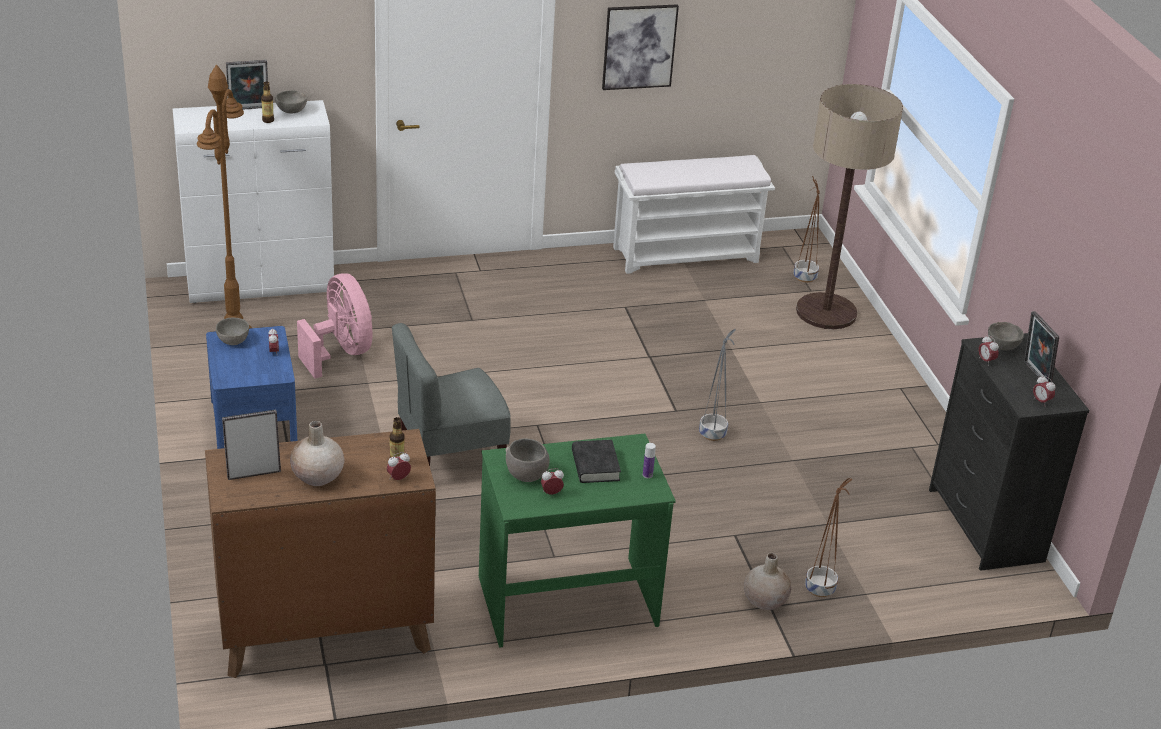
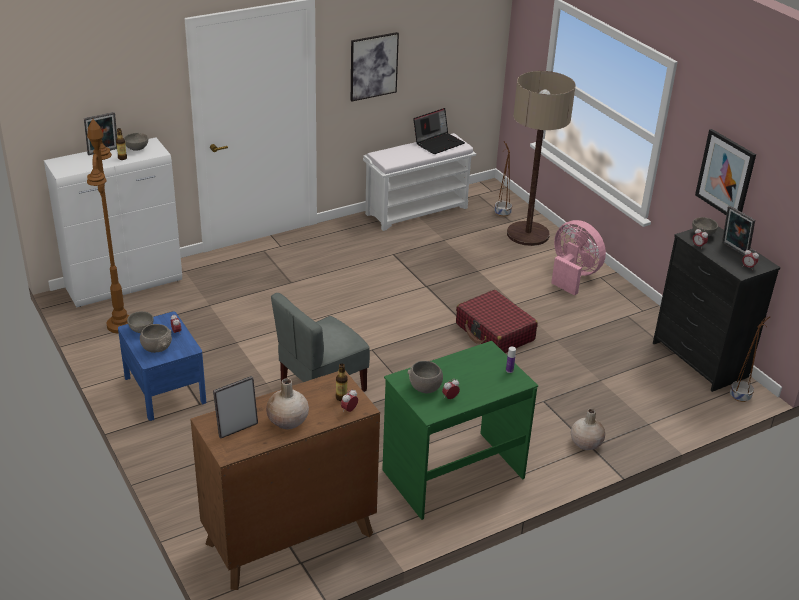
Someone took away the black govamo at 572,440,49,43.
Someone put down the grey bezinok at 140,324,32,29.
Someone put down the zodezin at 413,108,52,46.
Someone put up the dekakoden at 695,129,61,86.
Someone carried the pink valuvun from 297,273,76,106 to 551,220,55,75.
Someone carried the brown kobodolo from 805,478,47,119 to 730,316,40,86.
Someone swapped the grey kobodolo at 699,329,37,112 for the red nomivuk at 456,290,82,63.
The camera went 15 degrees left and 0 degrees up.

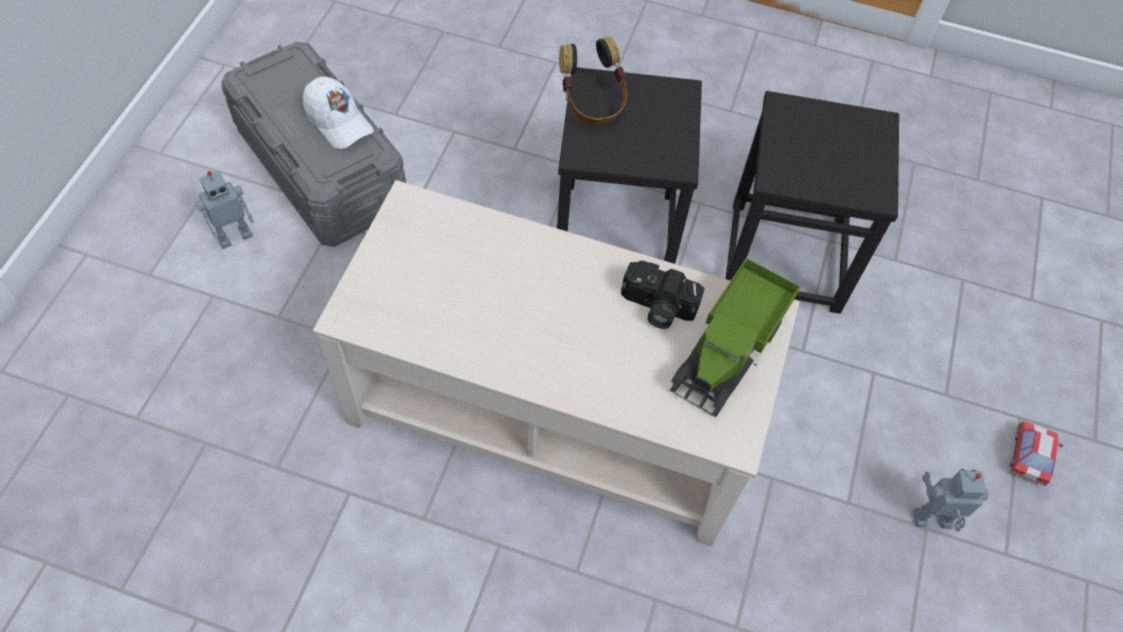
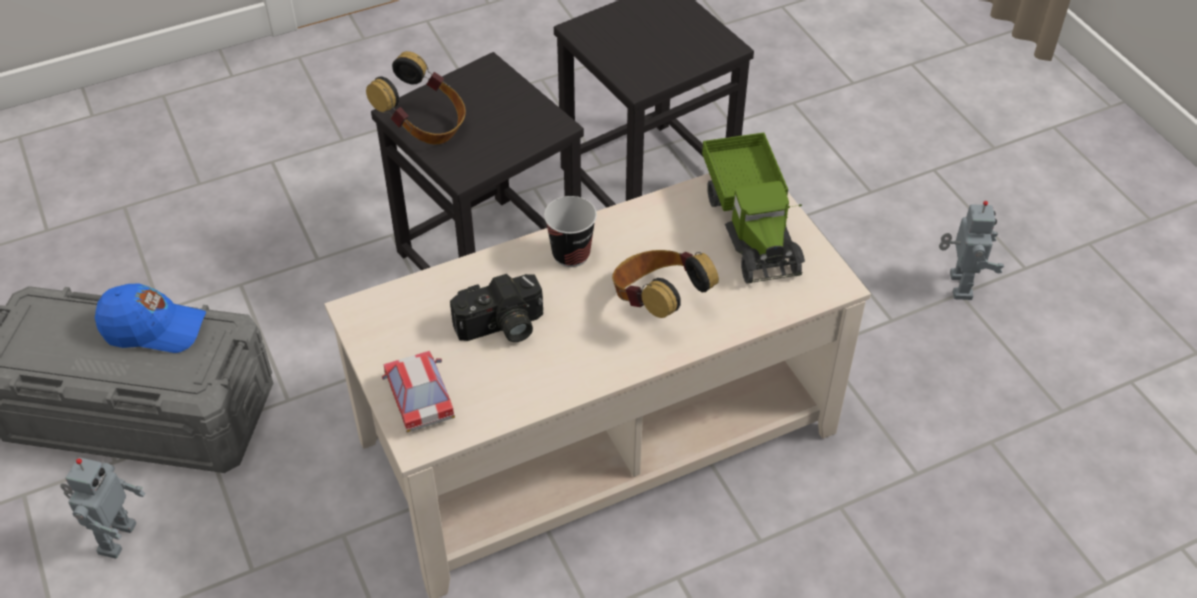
Someone put down the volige at 544,196,53,71.
Someone put down the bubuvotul at 612,250,107,68.
Someone carried the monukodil from 621,260,84,69 to 450,274,93,68.
Someone carried the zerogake from 1010,421,54,65 to 382,351,73,82.
Someone repainted the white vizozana at 303,77,71,72, which became the blue vizozana at 95,283,111,70.
Someone rotated the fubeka at 913,469,76,63 by 135 degrees clockwise.
The camera went 40 degrees left and 10 degrees down.

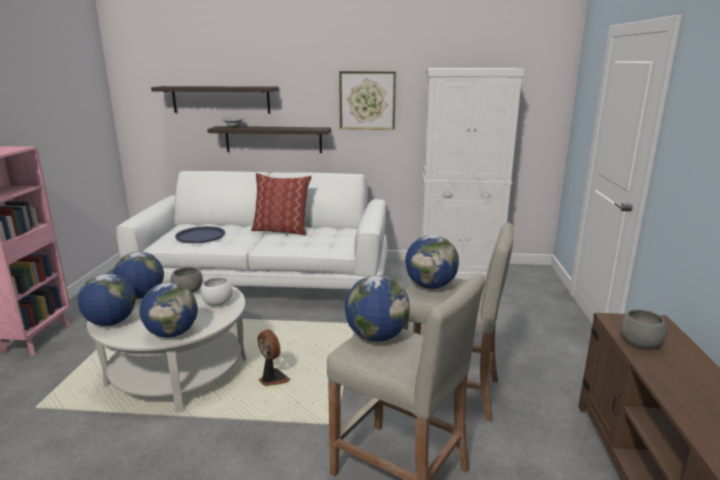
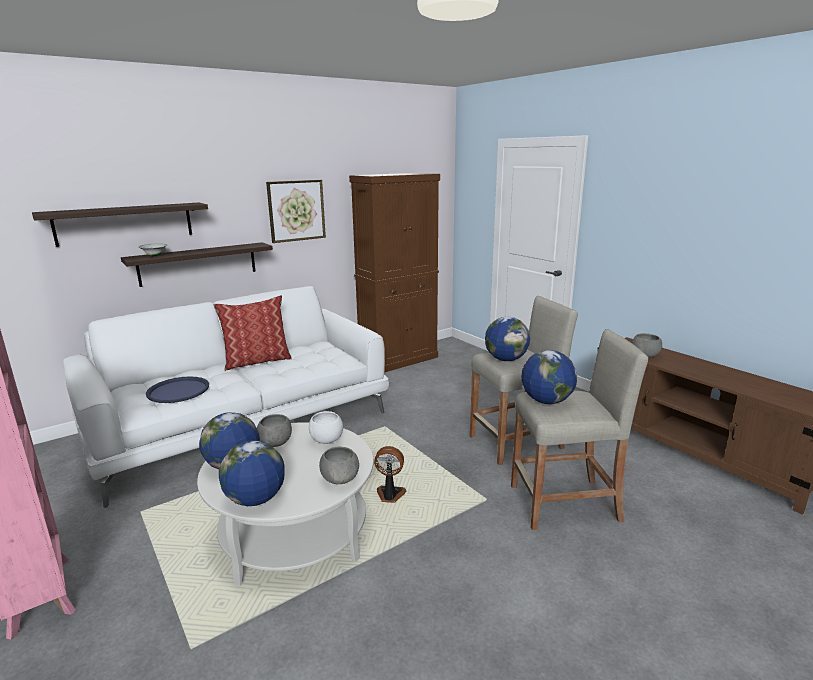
Someone swapped the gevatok at 139,282,59,56 for the grey bezinok at 319,447,40,37.
Someone repainted the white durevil at 421,68,103,212, which became the brown durevil at 349,173,91,200.
The camera went 40 degrees left and 0 degrees up.

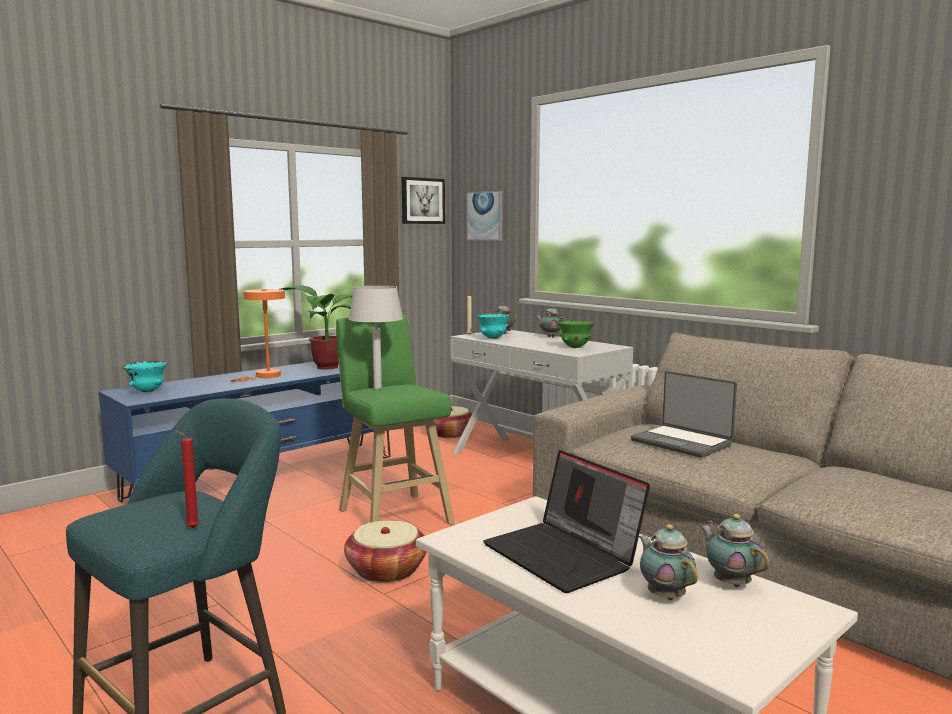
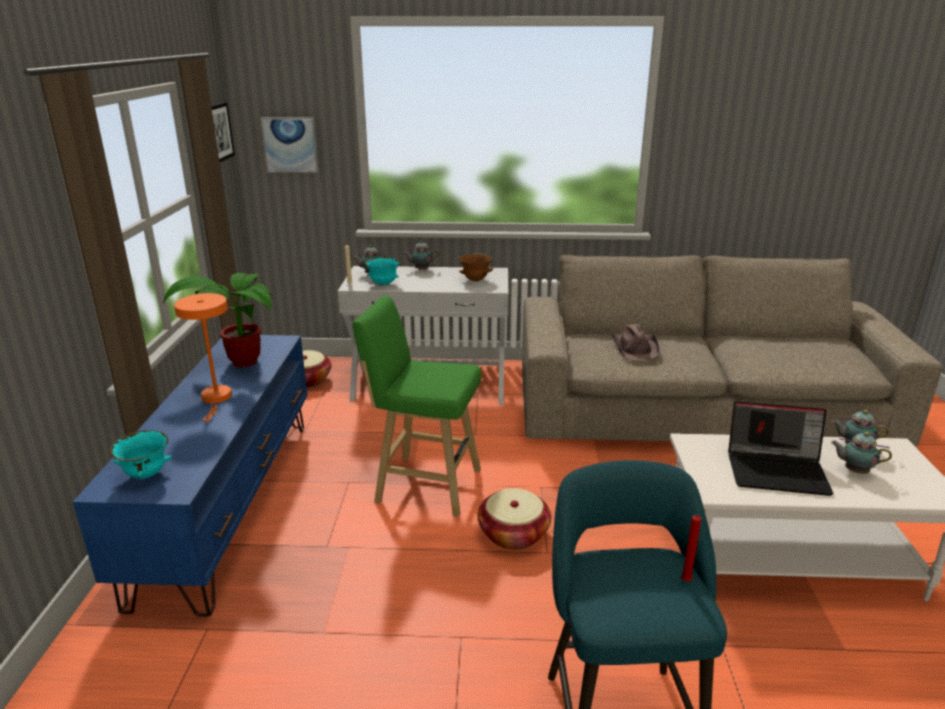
Someone took away the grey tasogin at 349,286,54,103.
Someone swapped the zodezin at 631,371,106,87 for the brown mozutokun at 612,324,48,36.
Someone repainted the green bezinok at 557,321,38,27, which became the brown bezinok at 459,253,34,28.
The camera went 45 degrees left and 15 degrees up.

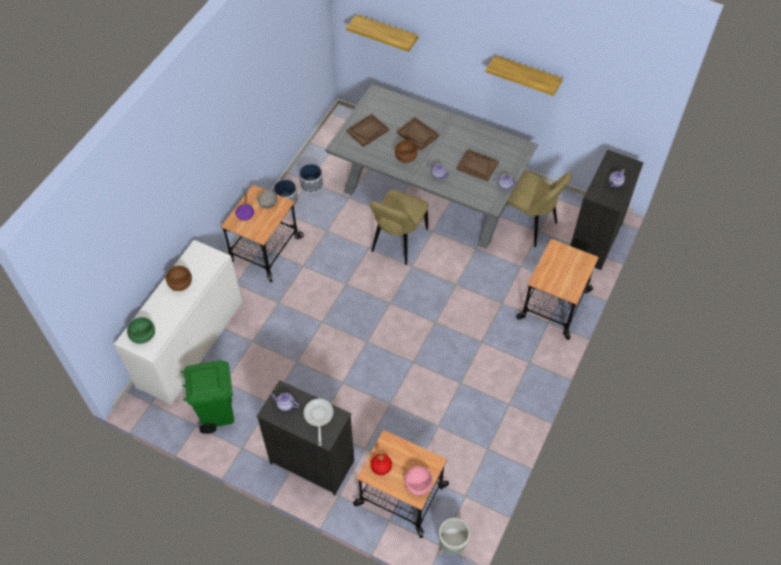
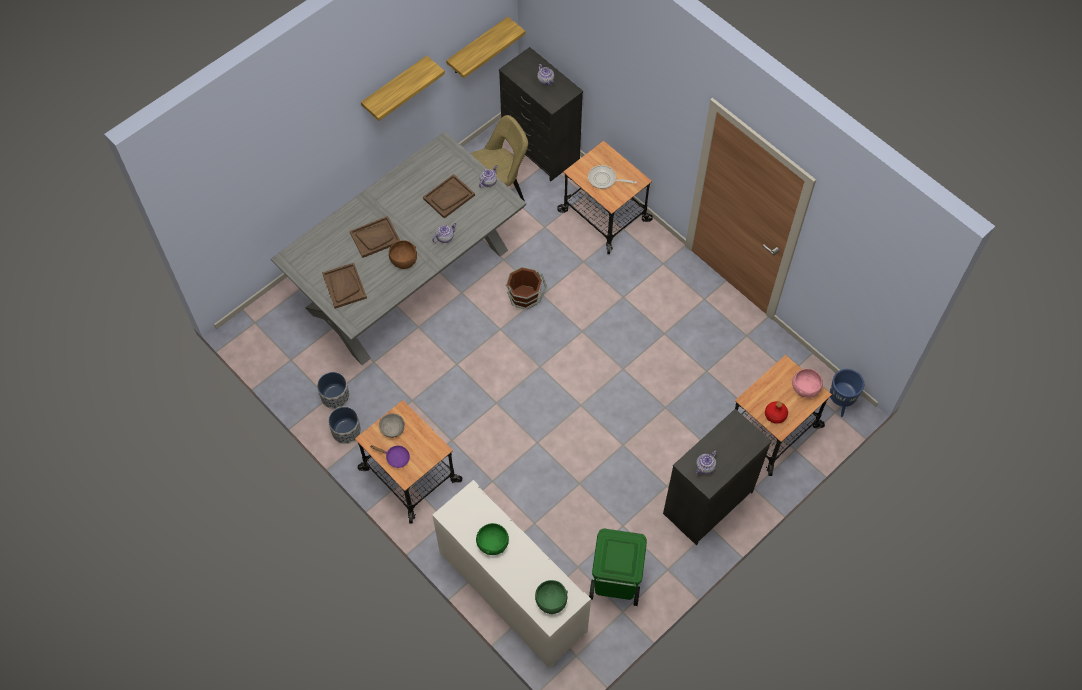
Someone took away the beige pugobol at 370,189,59,76.
Someone put down the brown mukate at 506,267,41,43.
Someone carried the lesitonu from 304,399,29,47 to 588,165,49,24.
Someone carried the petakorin from 346,14,72,38 to 446,17,80,61.
Someone repainted the brown bezinok at 165,266,27,25, which became the green bezinok at 476,523,33,32.
Someone repainted the grey kobodolo at 439,518,31,39, which became the blue kobodolo at 830,369,34,48.
The camera went 70 degrees left and 5 degrees up.

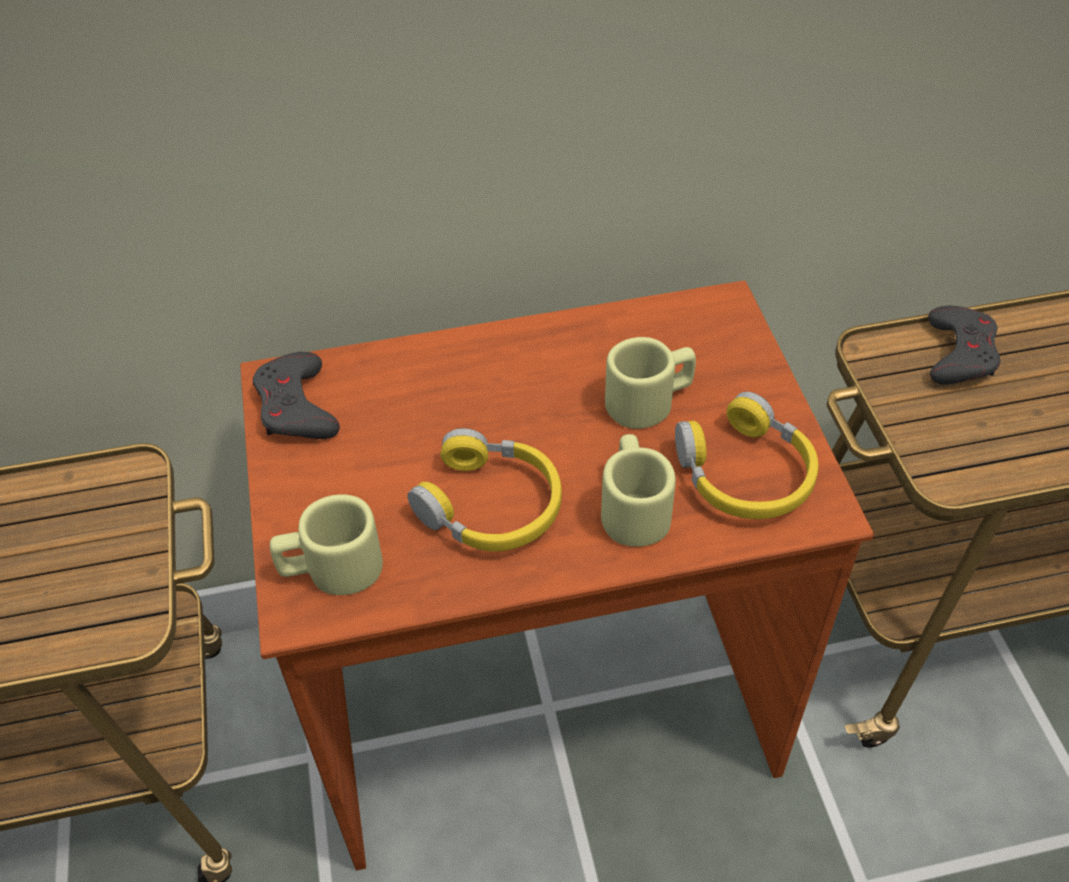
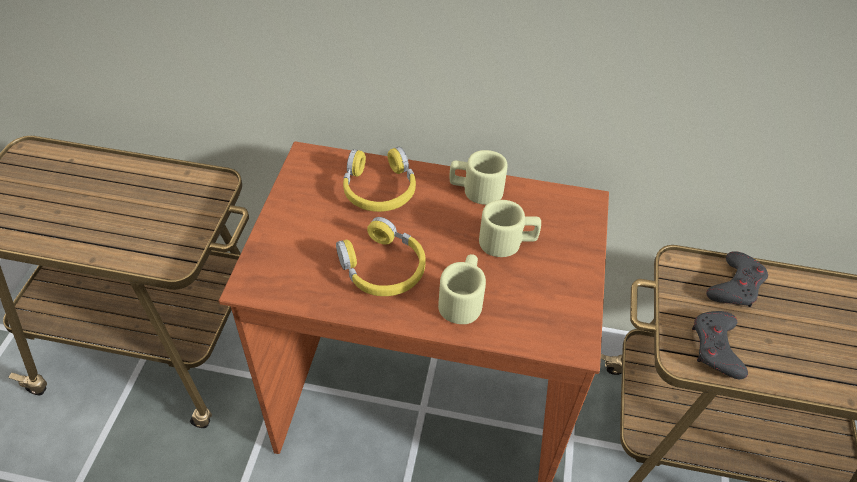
Someone carried the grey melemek from 253,352,87,87 to 692,311,56,68.
Someone carried the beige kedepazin from 270,494,113,101 to 449,150,59,55.
Someone carried the yellow bubuvotul from 675,392,144,127 to 343,147,73,65.
The camera went 20 degrees right and 0 degrees up.

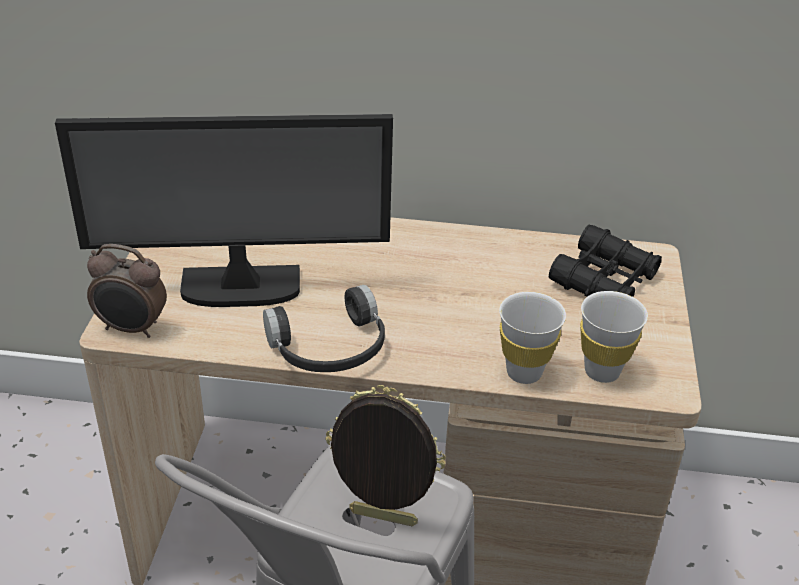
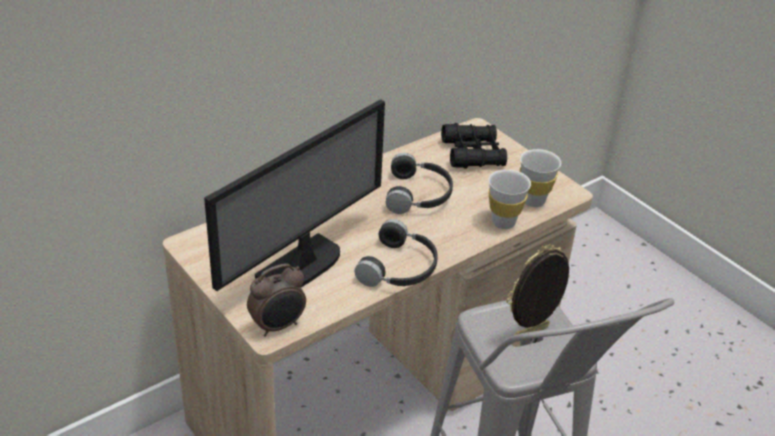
Someone put down the black bubuvotul at 386,153,67,61.
The camera went 45 degrees left and 0 degrees up.

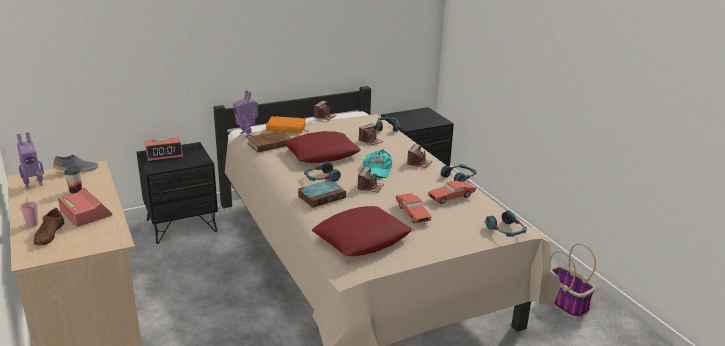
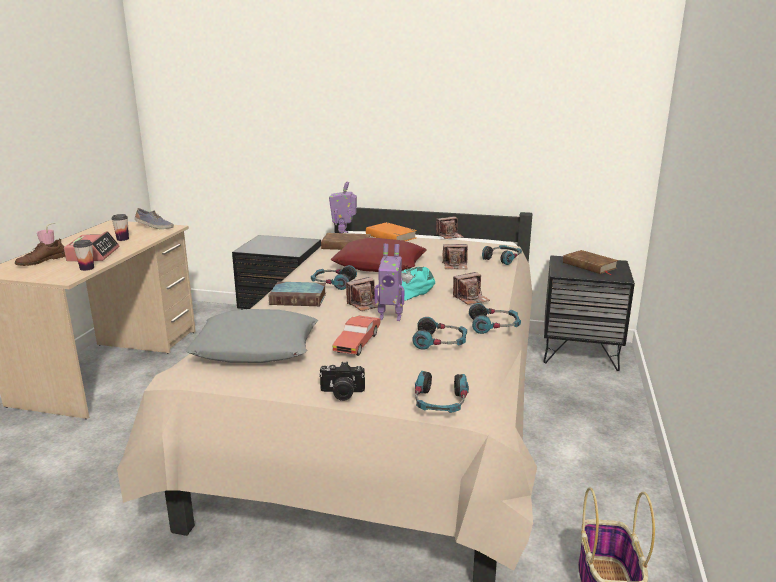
Someone took away the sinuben at 145,137,38,24.
Someone put down the volige at 73,240,21,31.
Someone put down the monukodil at 319,362,46,39.
Someone put down the brown govamo at 563,250,56,25.
Someone carried the fubeka from 16,132,28,57 to 374,244,30,77.
Someone swapped the red zerogake at 428,181,48,23 for the bubuvotul at 412,317,55,33.
Someone repainted the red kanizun at 312,206,100,50, which became the grey kanizun at 185,309,133,54.
The camera went 40 degrees right and 5 degrees down.

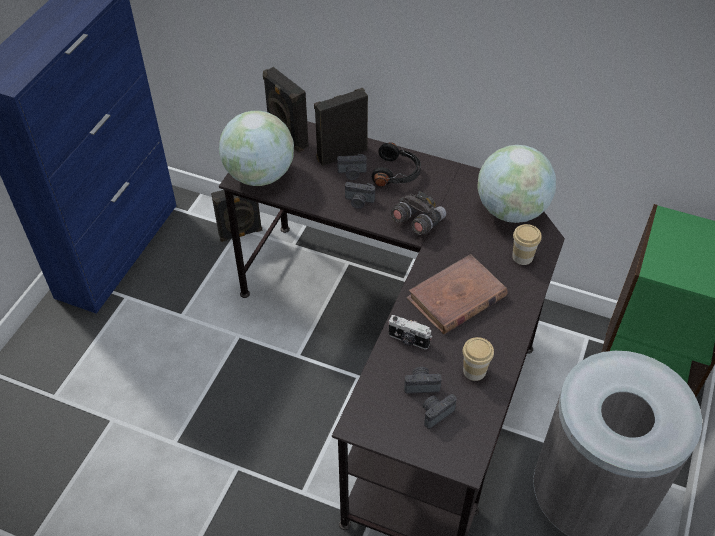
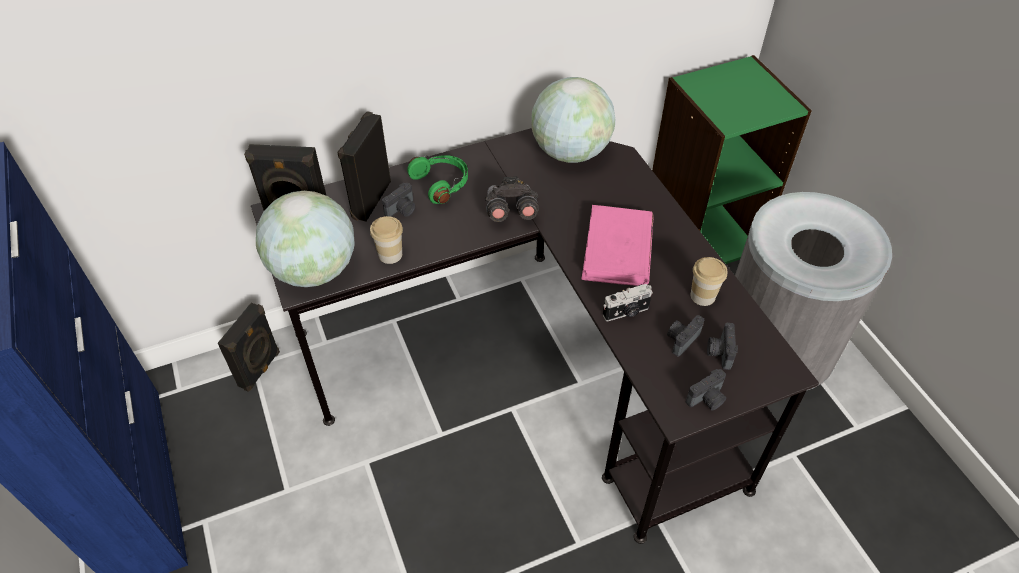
Someone carried the monukodil from 345,182,30,27 to 686,369,40,42.
Someone carried the volige from 512,224,30,41 to 370,216,33,48.
Someone repainted the black bubuvotul at 372,142,49,45, which became the green bubuvotul at 407,155,61,49.
Someone repainted the brown govamo at 406,254,102,81, which became the pink govamo at 581,205,73,81.
The camera went 45 degrees left and 0 degrees up.

